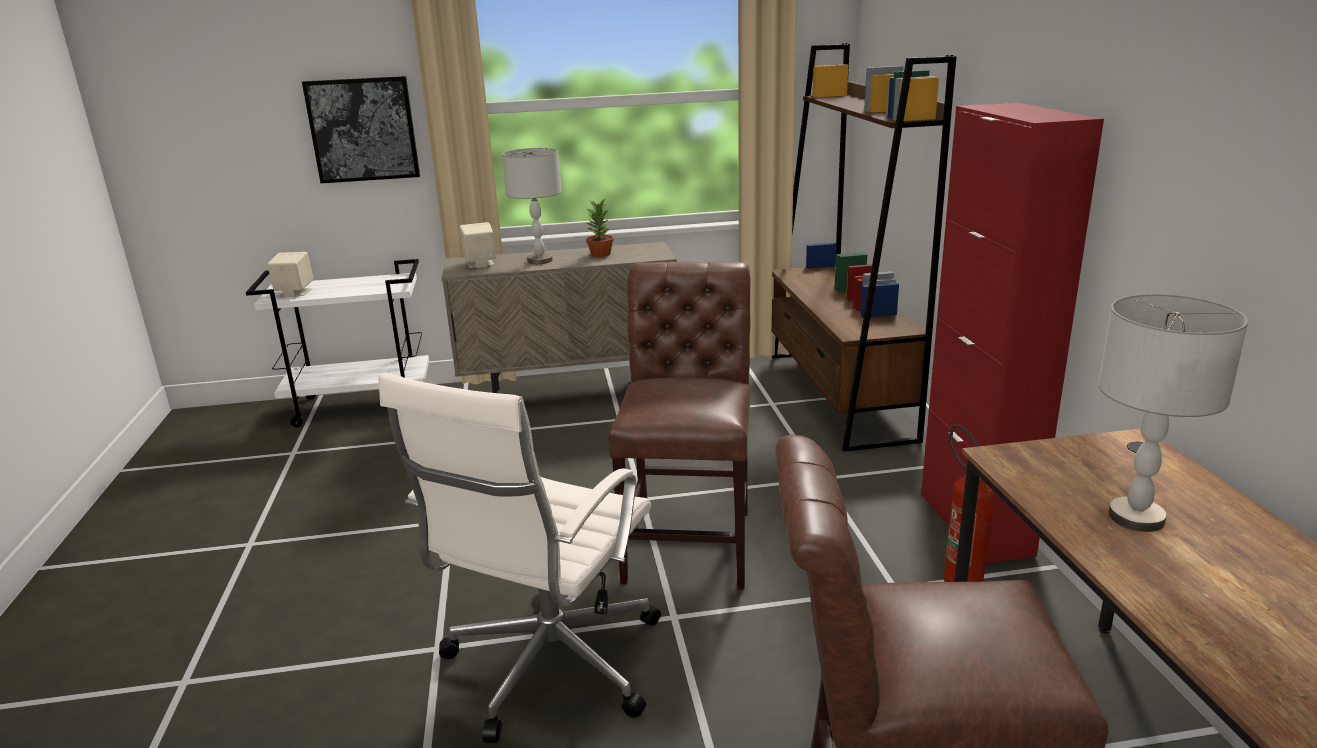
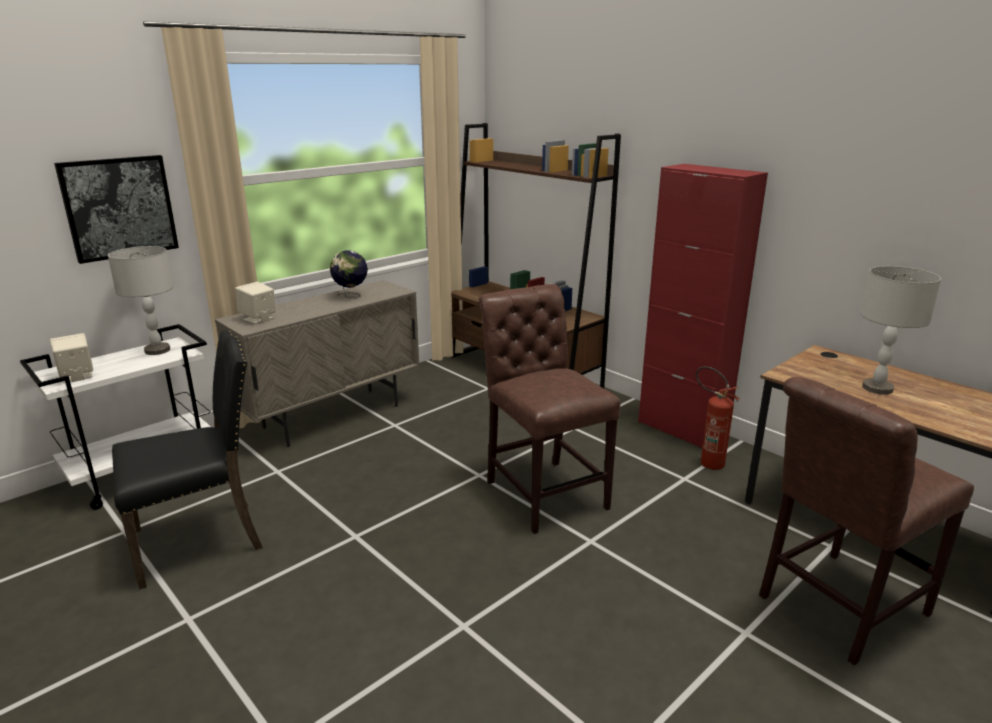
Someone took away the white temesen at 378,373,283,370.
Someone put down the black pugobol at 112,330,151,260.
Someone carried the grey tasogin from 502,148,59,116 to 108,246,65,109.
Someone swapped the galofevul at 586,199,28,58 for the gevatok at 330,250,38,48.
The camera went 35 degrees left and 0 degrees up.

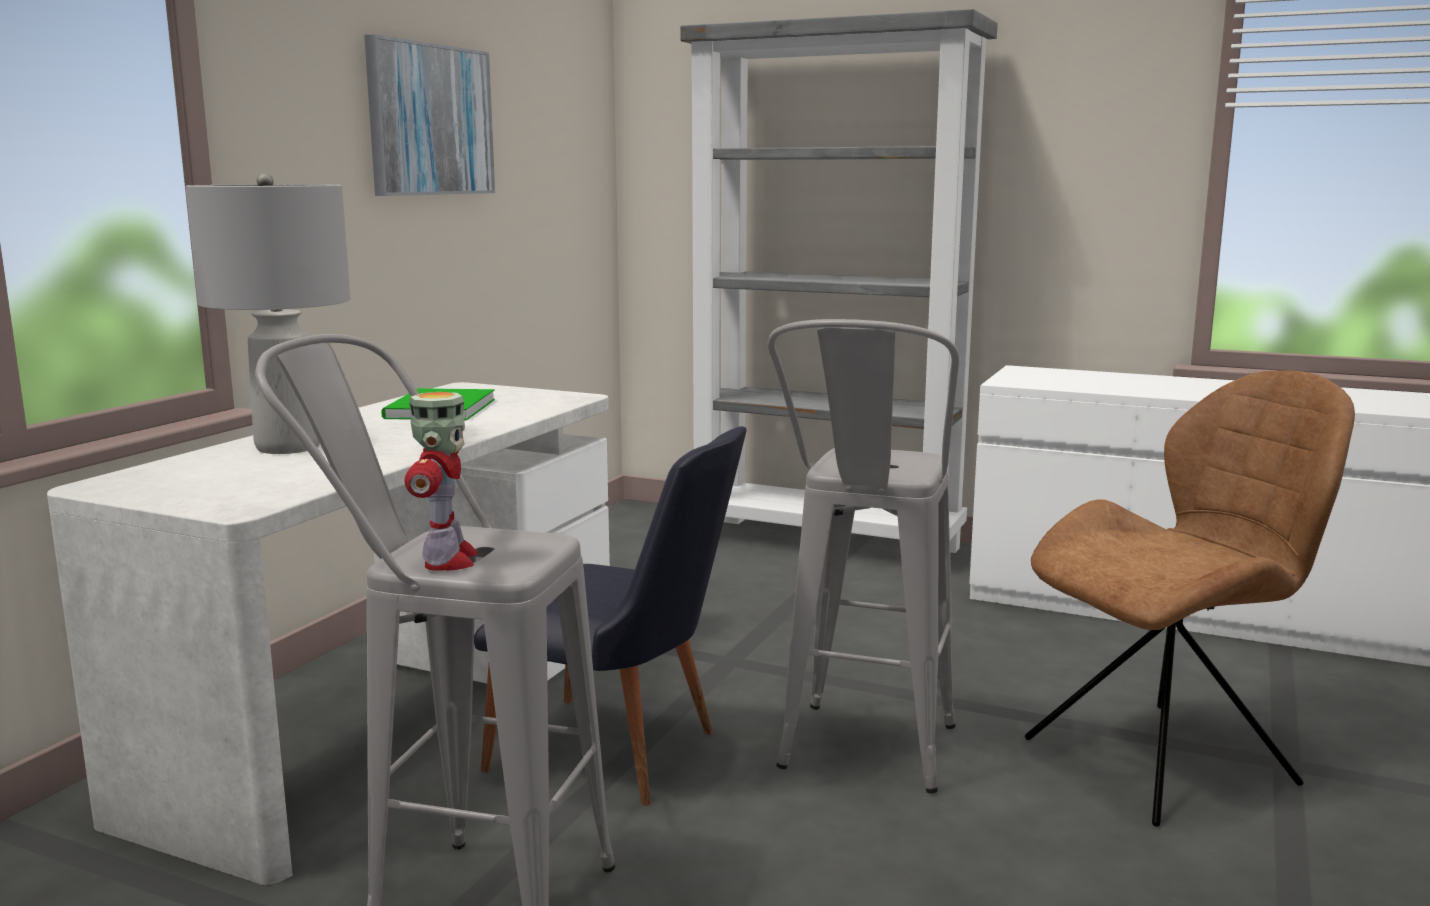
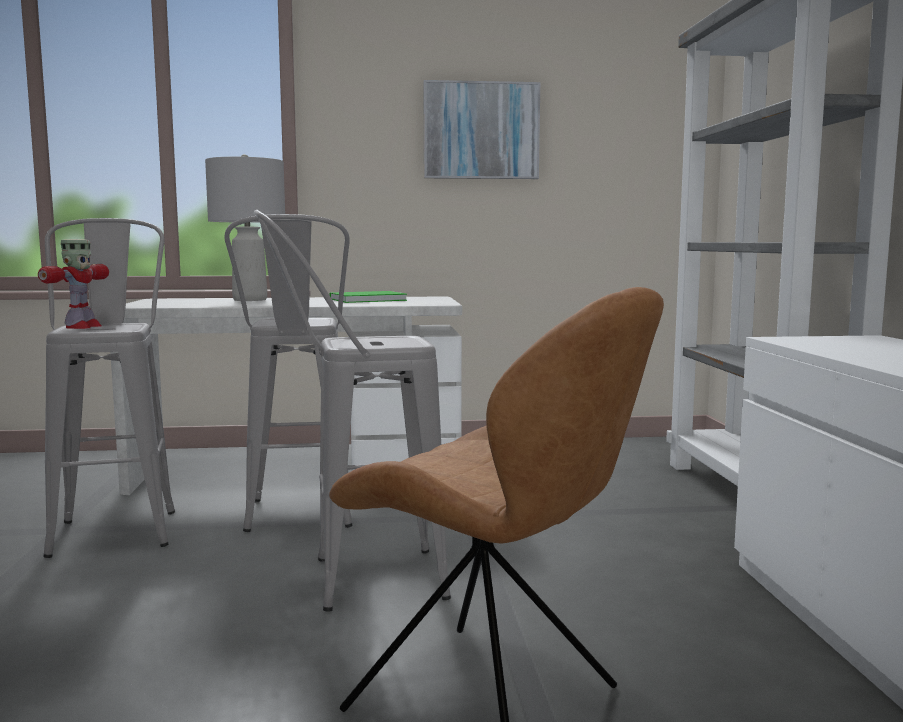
Someone swapped the black pugobol at 474,426,273,380 for the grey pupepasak at 224,214,128,318.
Someone rotated the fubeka at 404,392,74,179 by 45 degrees counterclockwise.
The camera went 60 degrees right and 5 degrees down.

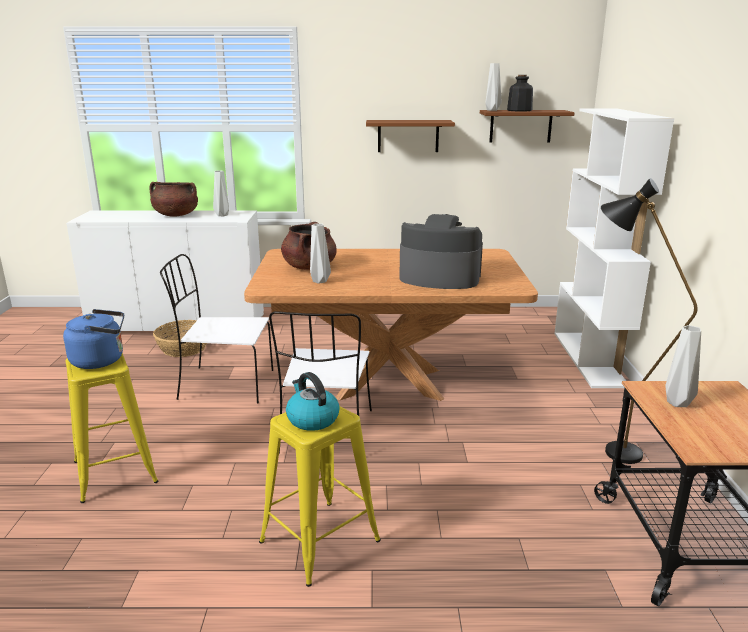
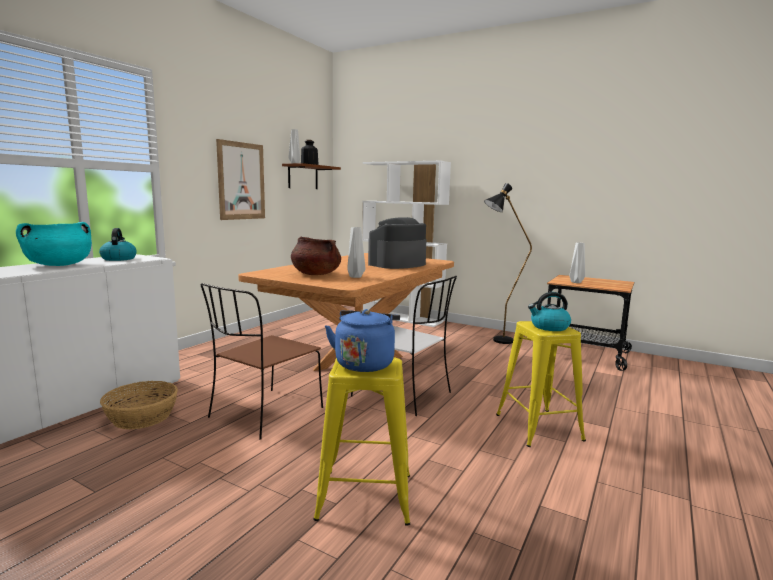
Someone swapped the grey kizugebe at 213,170,16,46 for the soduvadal at 99,228,38,33.
Someone swapped the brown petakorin at 366,120,89,32 for the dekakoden at 216,139,49,81.
Someone repainted the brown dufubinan at 150,182,48,35, which became the turquoise dufubinan at 16,222,76,44.
Someone repainted the white pugobol at 160,254,113,149, which became the brown pugobol at 201,283,122,157.
The camera went 60 degrees left and 10 degrees down.

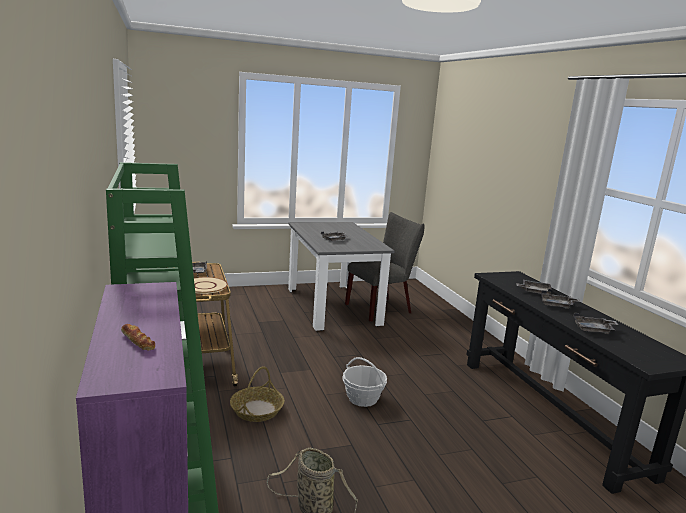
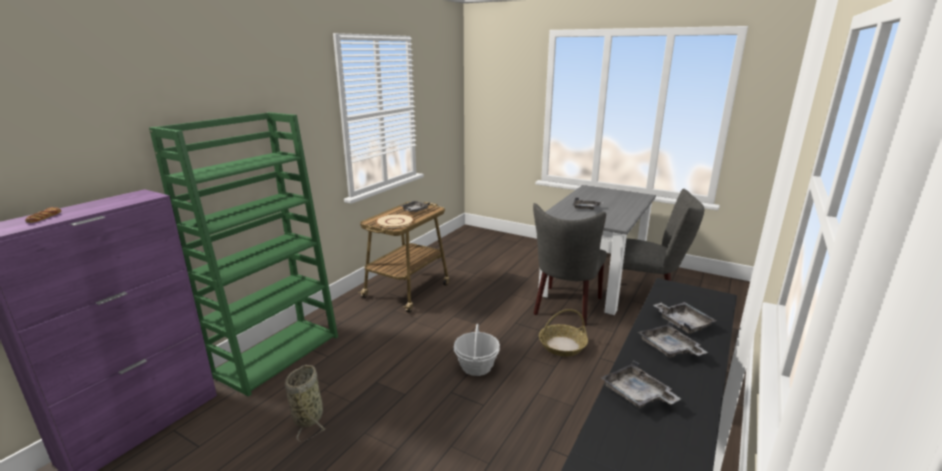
Someone put down the grey pugobol at 533,203,74,123.
Someone carried the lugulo from 230,366,55,56 to 539,309,49,48.
The camera went 50 degrees right and 5 degrees up.

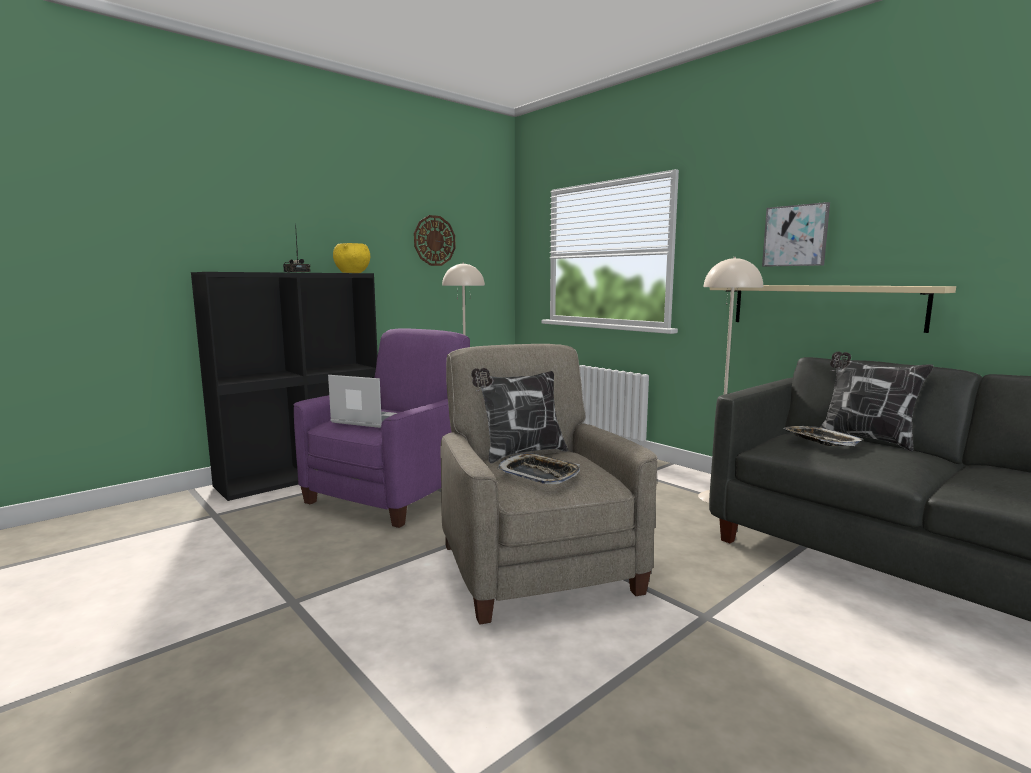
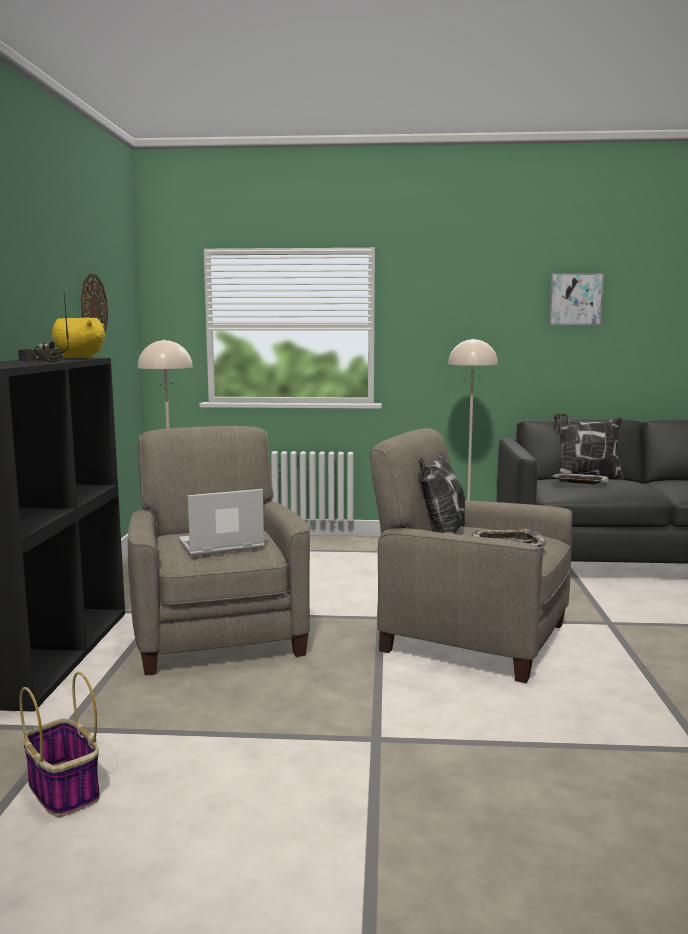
Someone took away the beige petakorin at 710,285,246,48.
Someone put down the lugulo at 19,672,81,145.
Someone carried the dekakoden from 762,202,68,65 to 549,273,55,52.
Someone repainted the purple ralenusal at 294,328,176,200, which became the beige ralenusal at 128,426,182,249.
The camera went 45 degrees left and 0 degrees up.

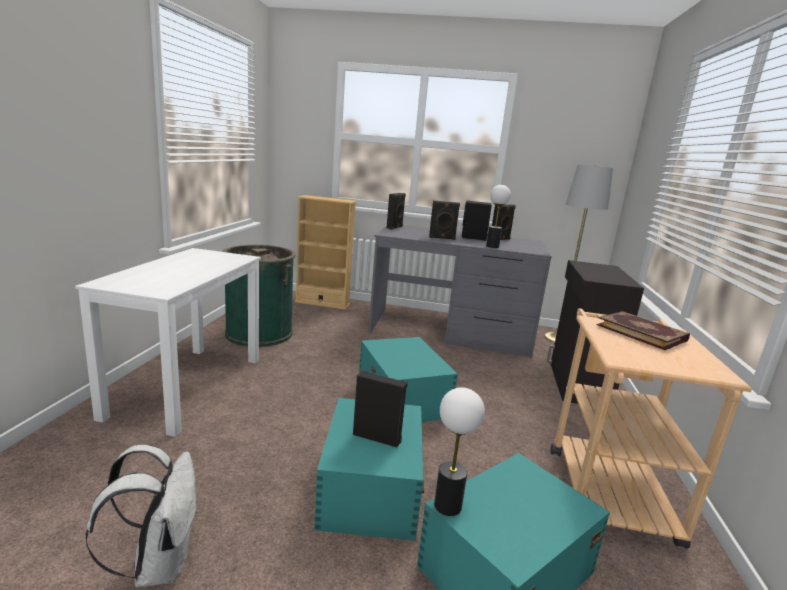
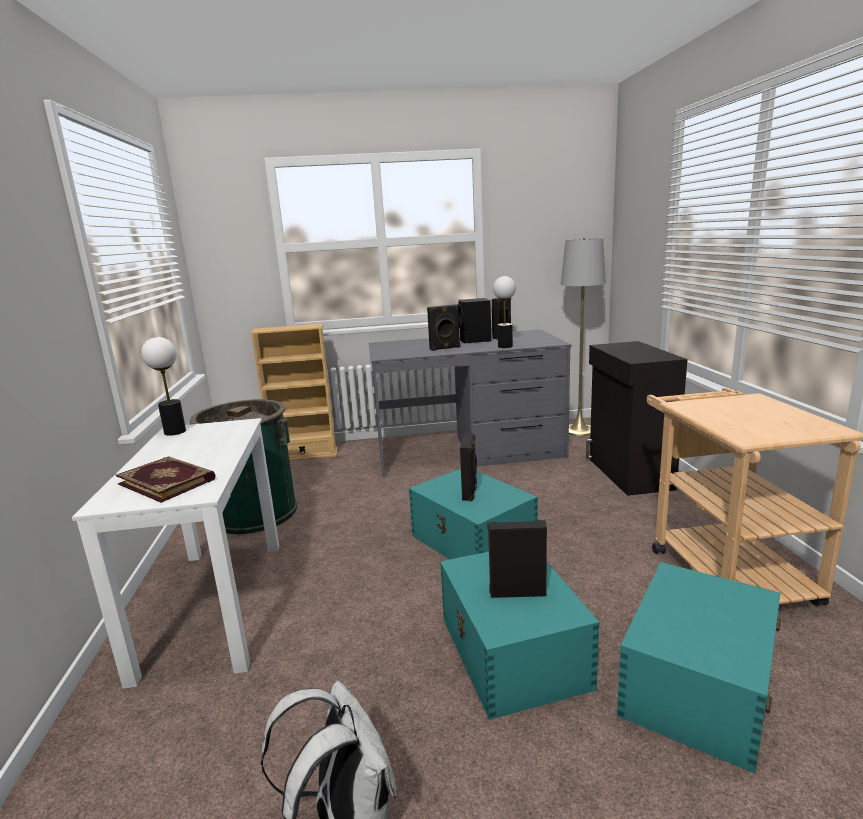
Someone carried the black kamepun from 387,193,19,37 to 460,433,17,68.
Someone carried the tasogin from 434,387,51,129 to 141,337,45,99.
Someone carried the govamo from 597,311,93,39 to 116,456,100,47.
The camera went 15 degrees left and 0 degrees up.

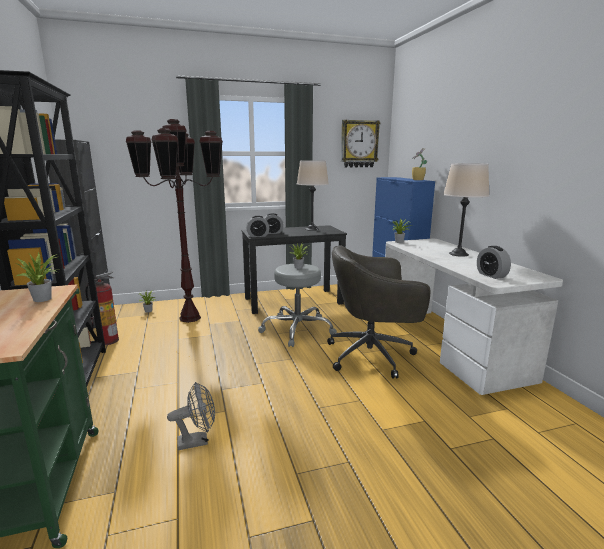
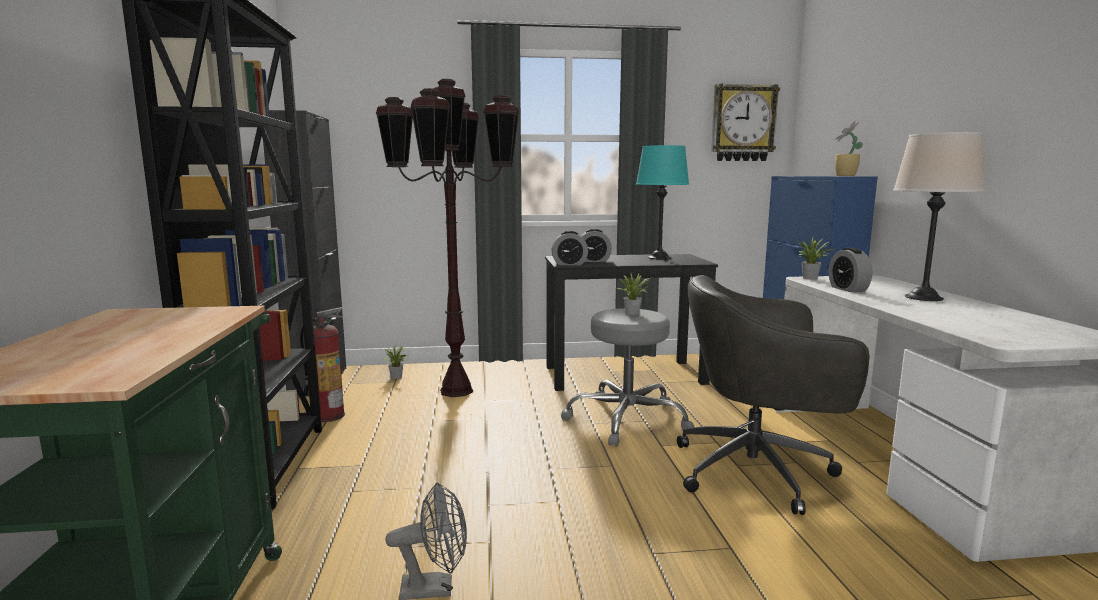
Someone took away the galofevul at 15,252,44,50.
Someone carried the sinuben from 477,246,34,33 to 829,248,43,44.
Someone repainted the beige tasogin at 297,160,32,71, which became the turquoise tasogin at 636,145,53,115.
The camera went 10 degrees right and 5 degrees down.

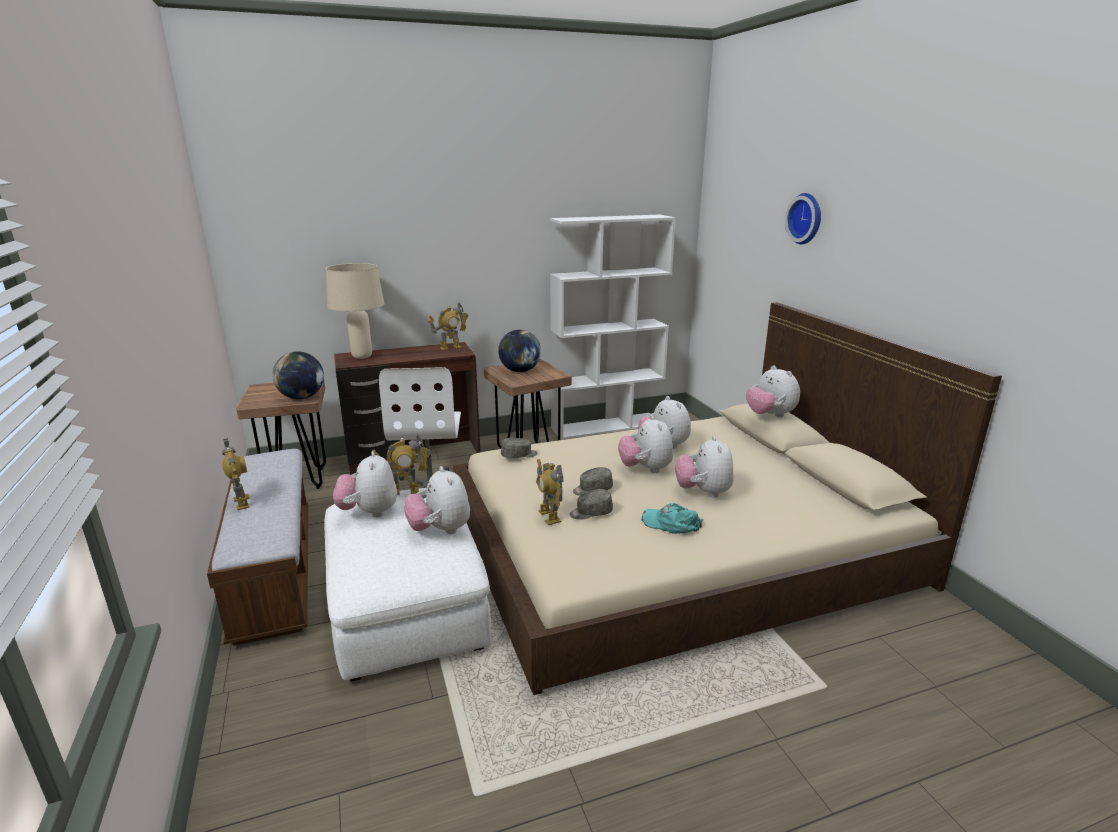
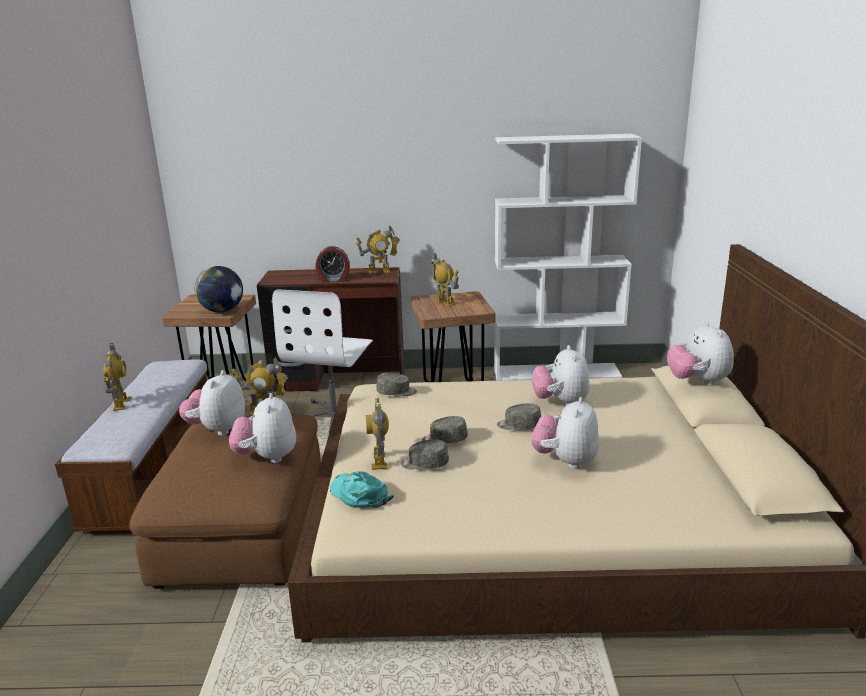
Someone took away the beige tasogin at 326,263,58,96.
Someone took away the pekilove at 785,193,36,51.
Someone put down the sinuben at 315,246,35,37.
Someone carried the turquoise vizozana from 641,503,62,31 to 330,471,64,37.
Someone swapped the gevatok at 498,330,43,42 for the fubeka at 431,253,28,53.
Someone swapped the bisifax at 618,415,55,58 for the grey vizozana at 497,403,44,27.
Someone repainted the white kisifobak at 324,488,167,194, which became the brown kisifobak at 129,413,192,176.
The camera went 20 degrees right and 0 degrees up.

